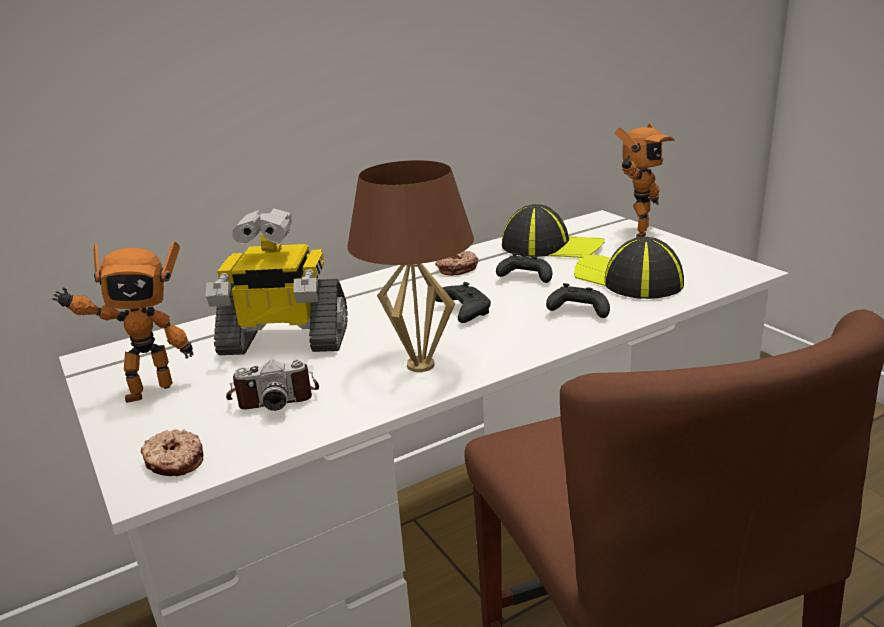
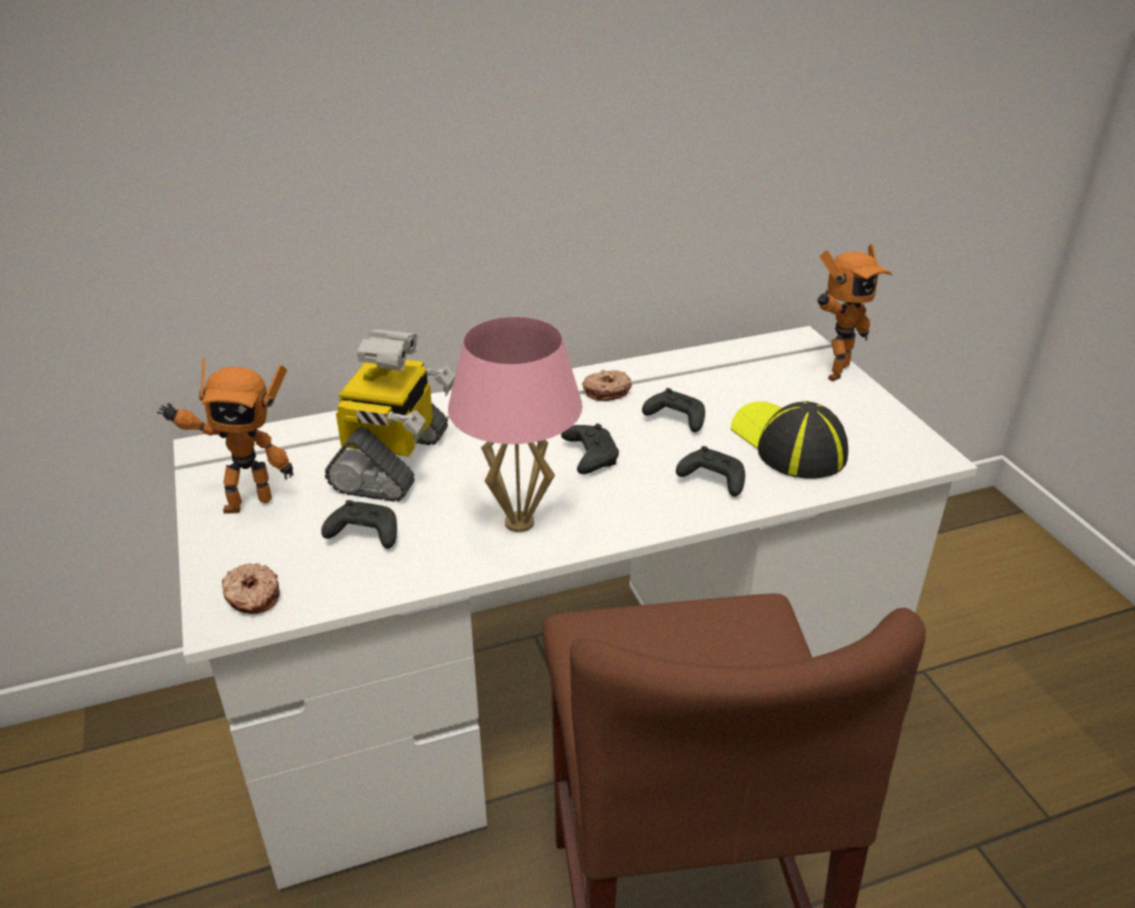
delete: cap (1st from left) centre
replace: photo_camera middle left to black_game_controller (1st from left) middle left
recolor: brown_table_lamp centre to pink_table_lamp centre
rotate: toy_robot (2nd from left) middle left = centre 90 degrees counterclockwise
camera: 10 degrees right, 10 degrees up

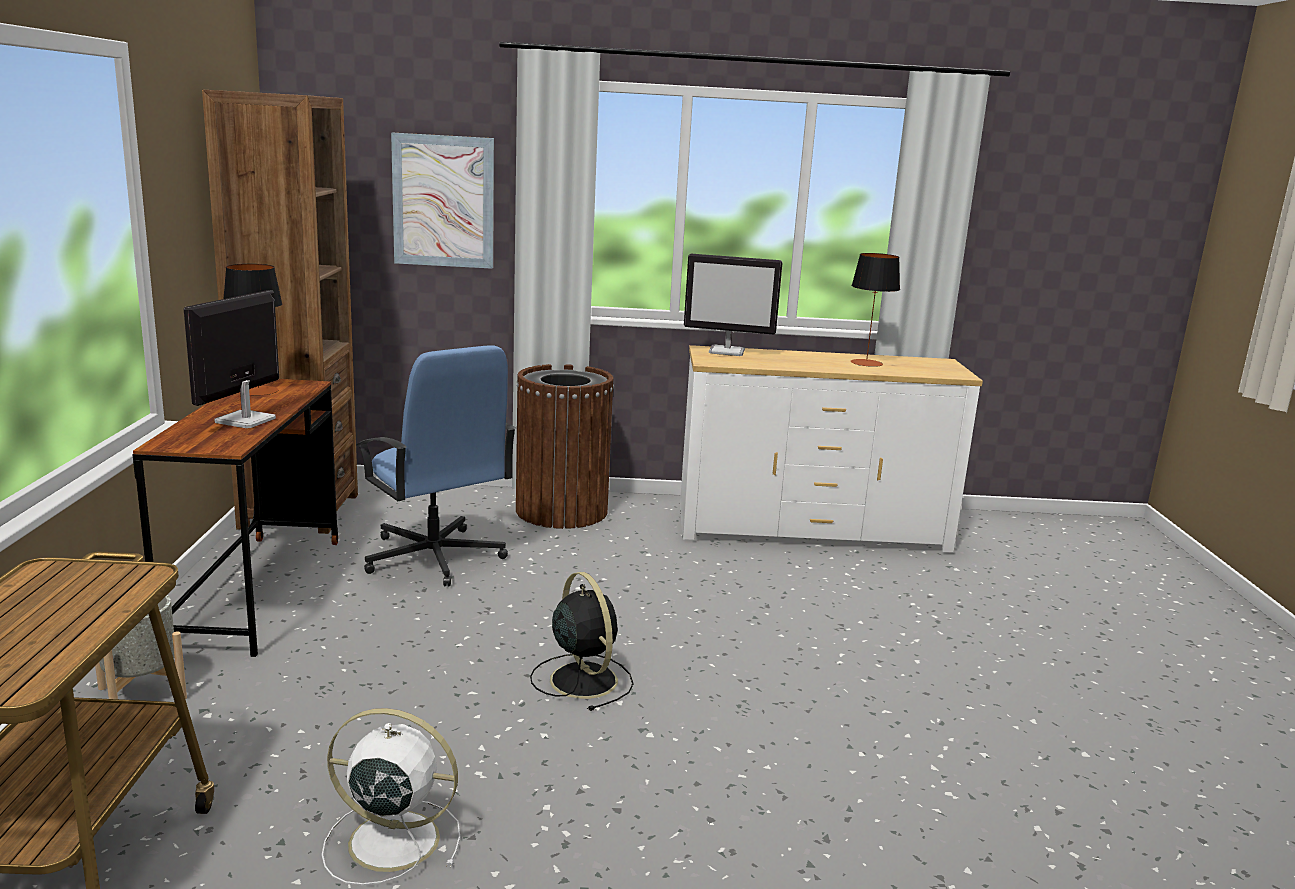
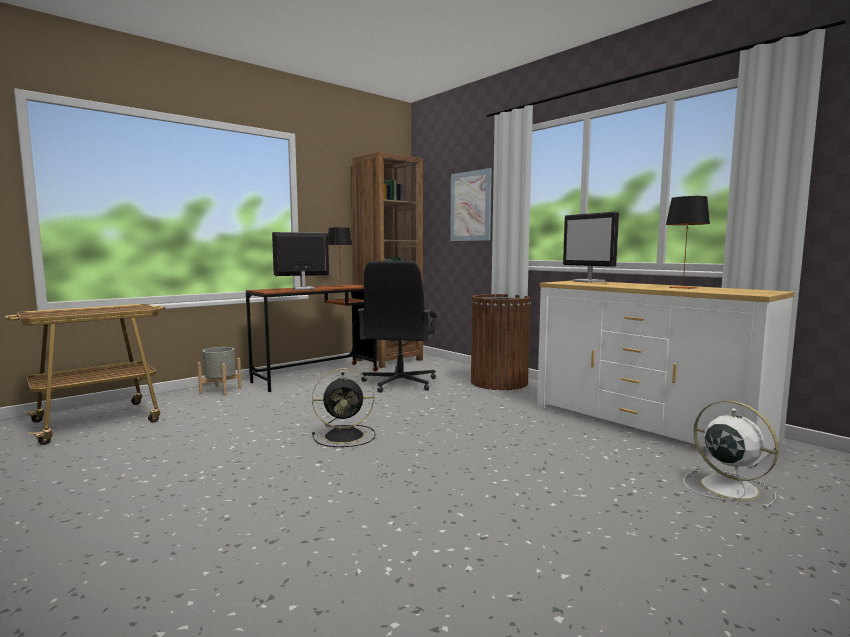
move: white_fan bottom left to bottom right
recolor: blue_office_chair centre to black_office_chair centre
rotate: black_fan bottom centre = centre 60 degrees clockwise
camera: 50 degrees right, 10 degrees down

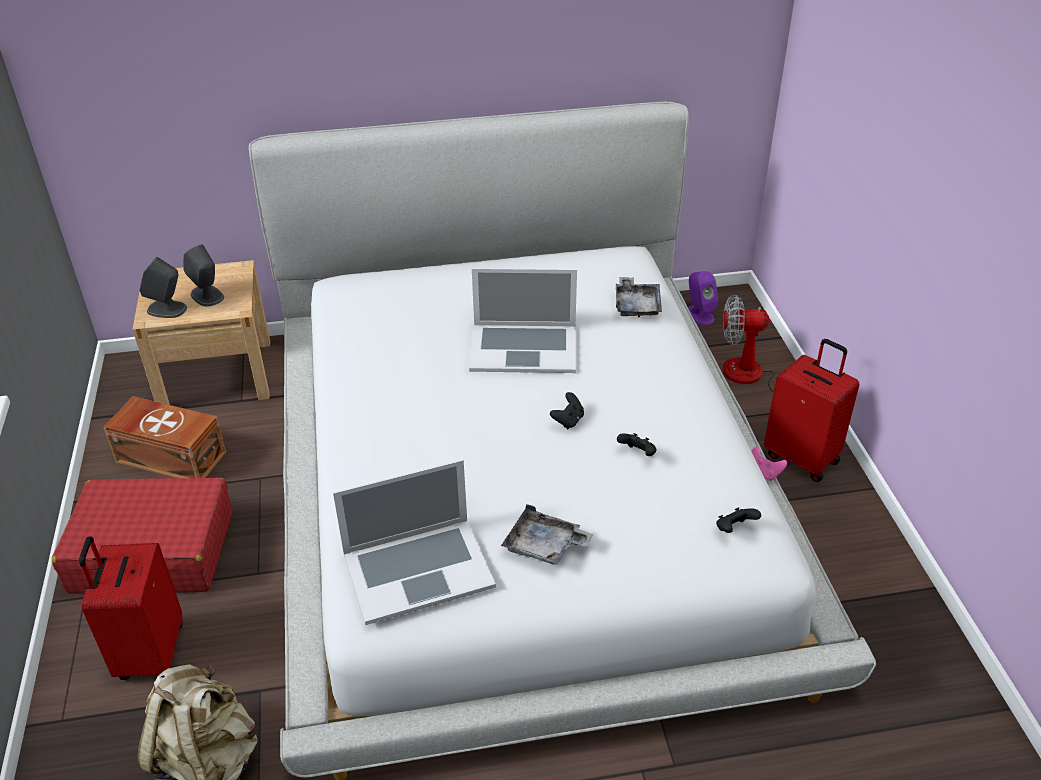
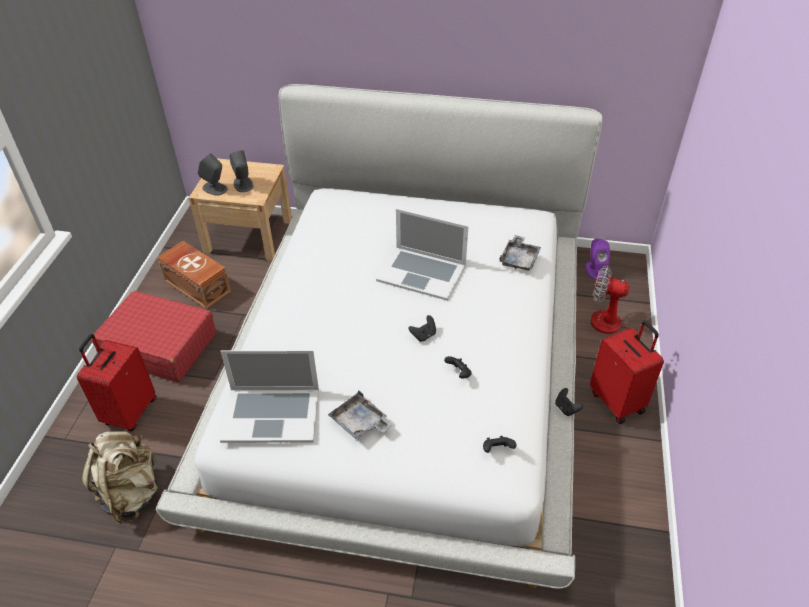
recolor: pink_game_controller middle right to black_game_controller (4th from left) middle right
camera: 20 degrees right, 5 degrees up

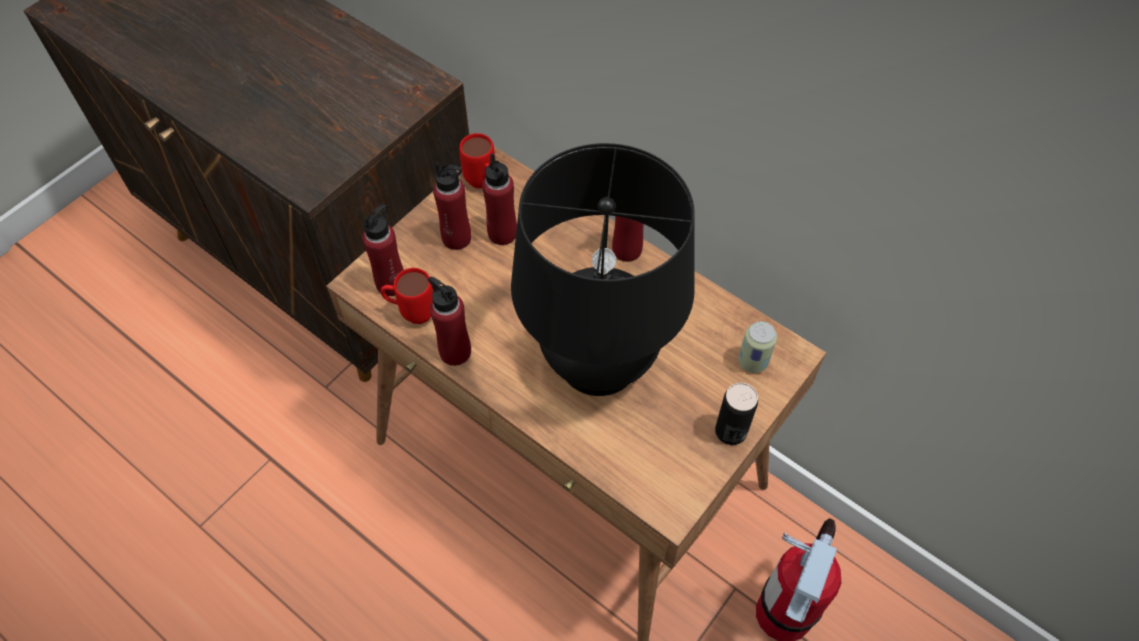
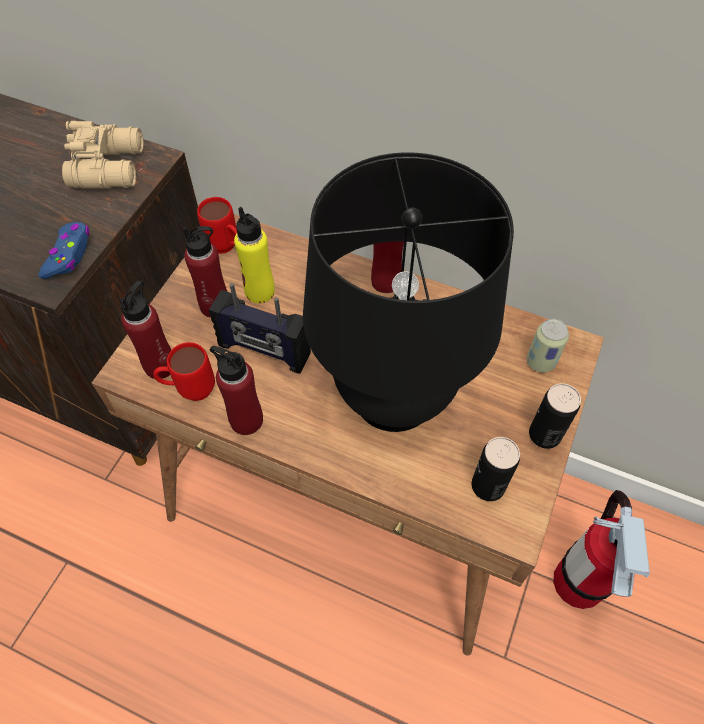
insert: beige_binoculars top left; blue_game_controller middle left; radio centre; can (1st from left) middle right
recolor: red_bottle (4th from left) top centre to yellow_bottle centre
camera: 15 degrees left, 0 degrees up

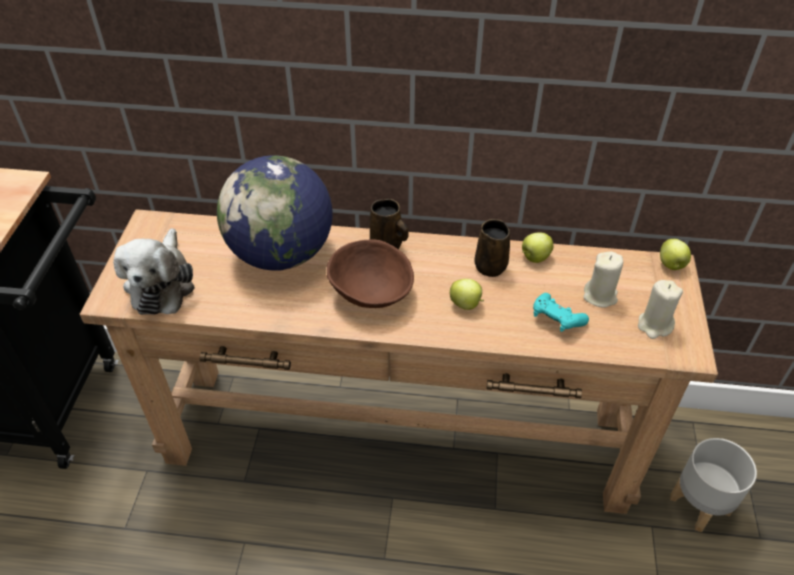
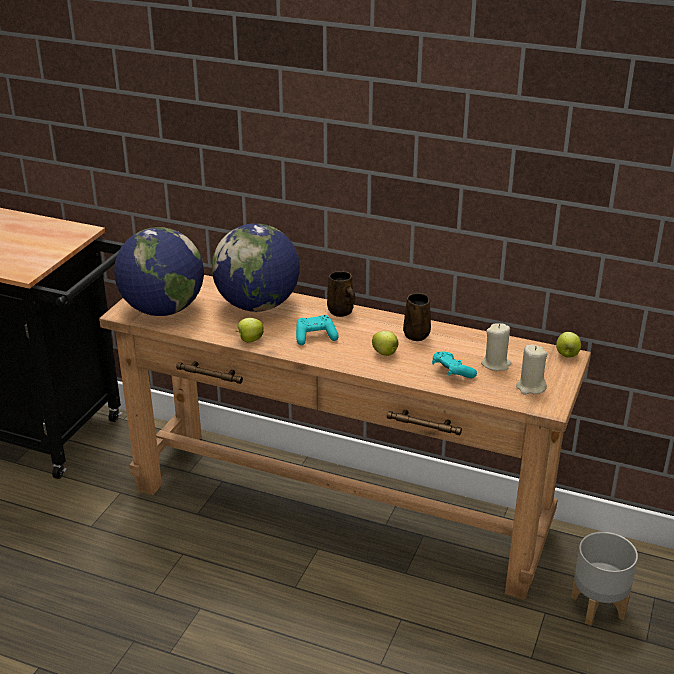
move: apple (2nd from left in the first image) middle right to apple (1st from left) centre
replace: plush_toy middle left to globe (1st from left) middle left; brown_bowl centre to turquoise_game_controller (1st from left) centre
camera: 15 degrees right, 15 degrees down

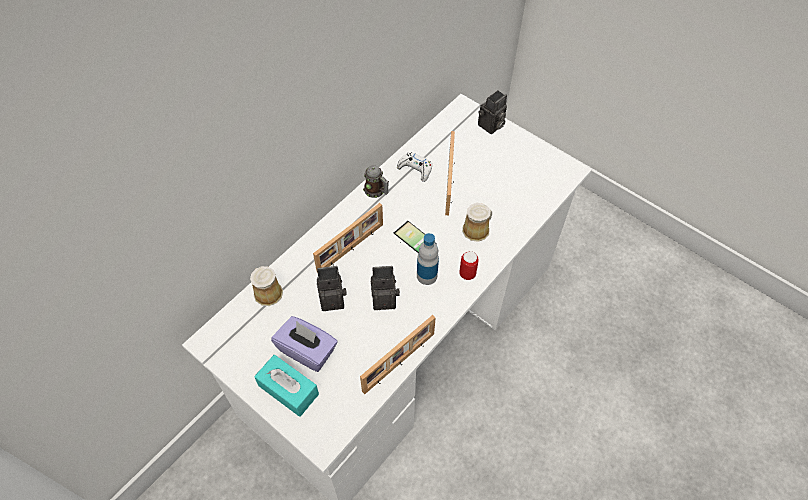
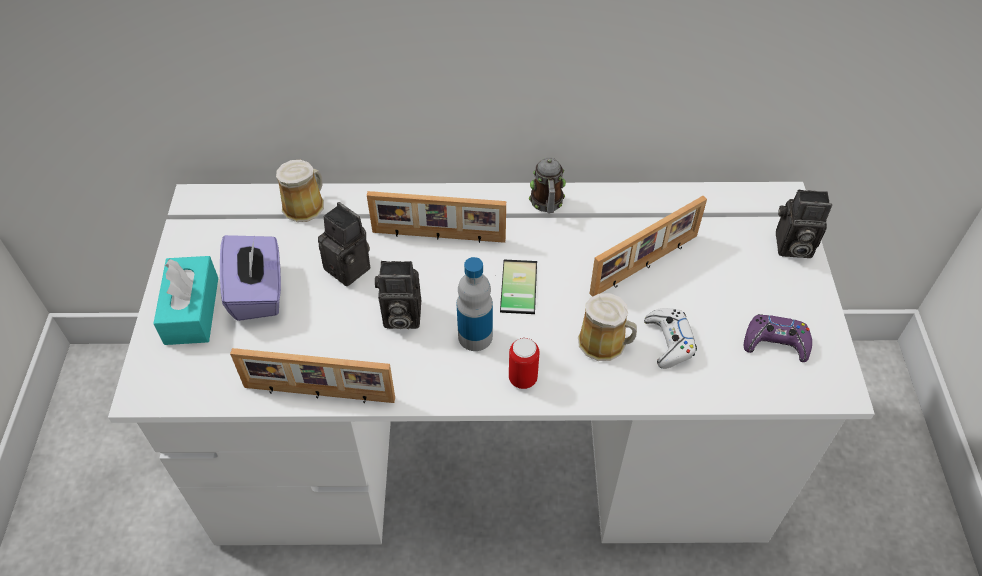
insert: purple_game_controller middle right
move: white_game_controller centre to middle right
rotate: photo_camera (2nd from left) centre = centre 135 degrees clockwise
camera: 50 degrees right, 5 degrees down

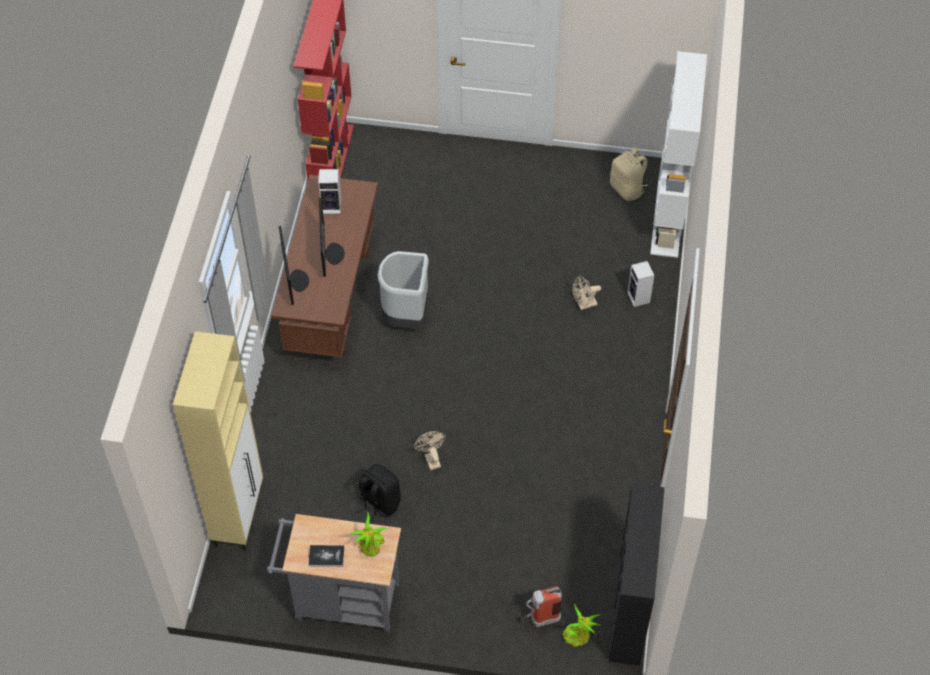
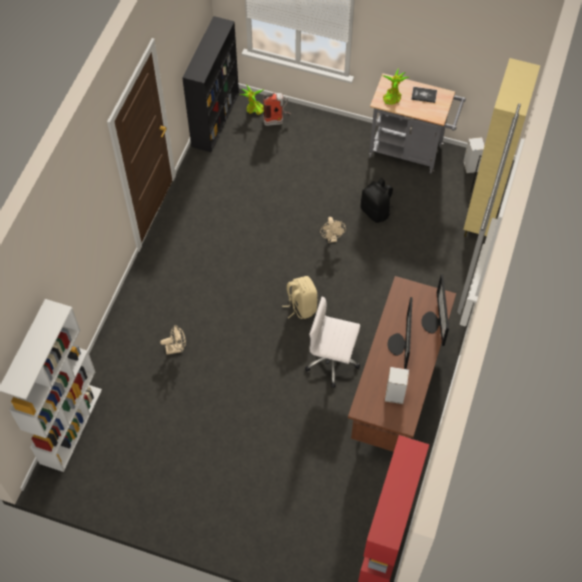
move: beige_backpack top right to centre; speaker (2nd from left) middle right to top right
replace: grey_trash_can centre to white_office_chair centre
camera: 170 degrees left, 5 degrees up

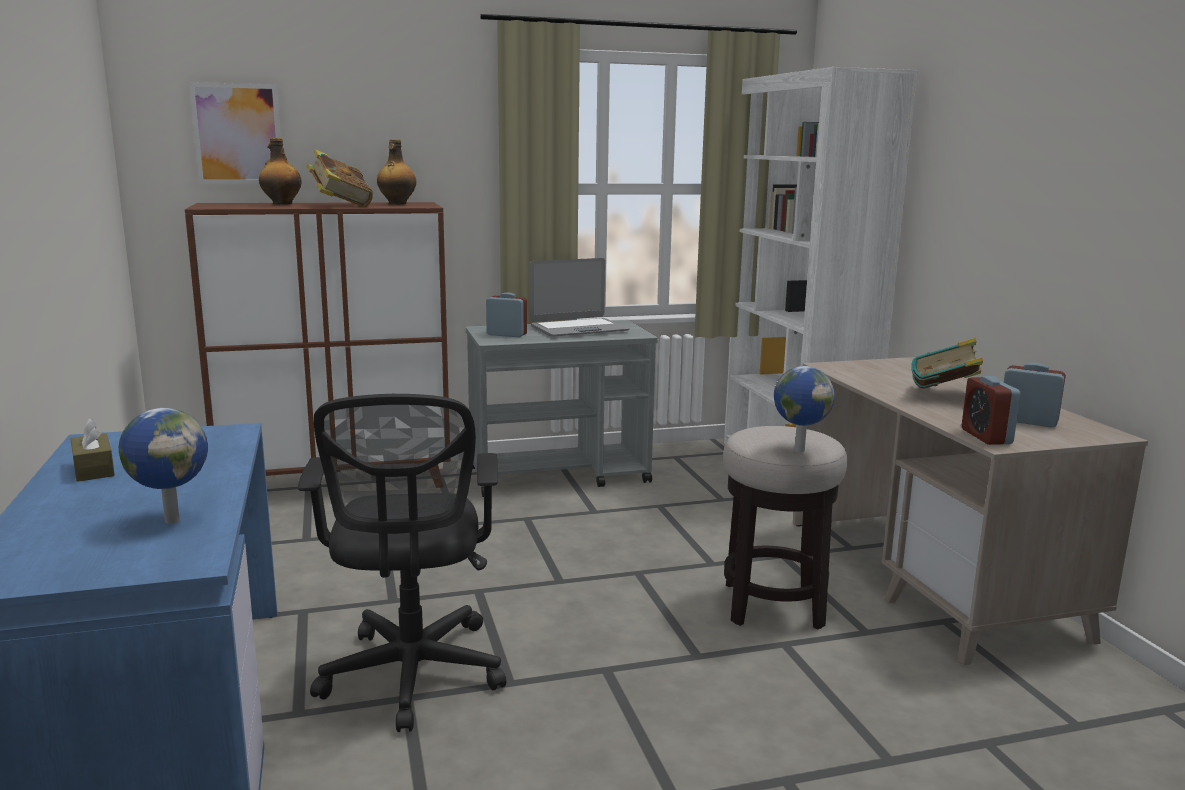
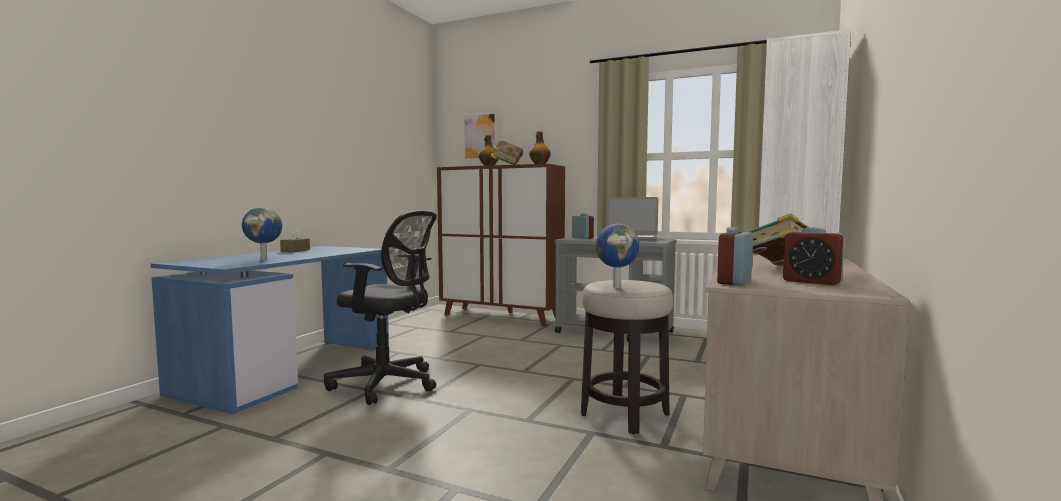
rotate: alarm_clock (3rd from left) middle right = middle right 150 degrees clockwise; black_office_chair bottom centre = centre 105 degrees counterclockwise
camera: 40 degrees right, 10 degrees down

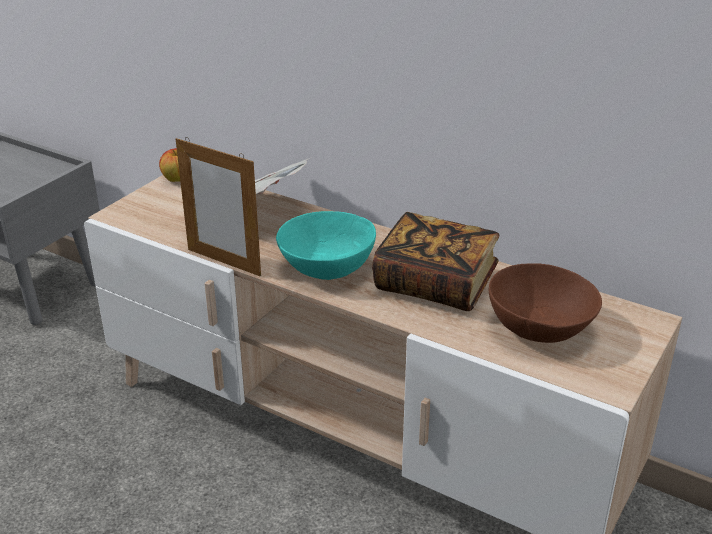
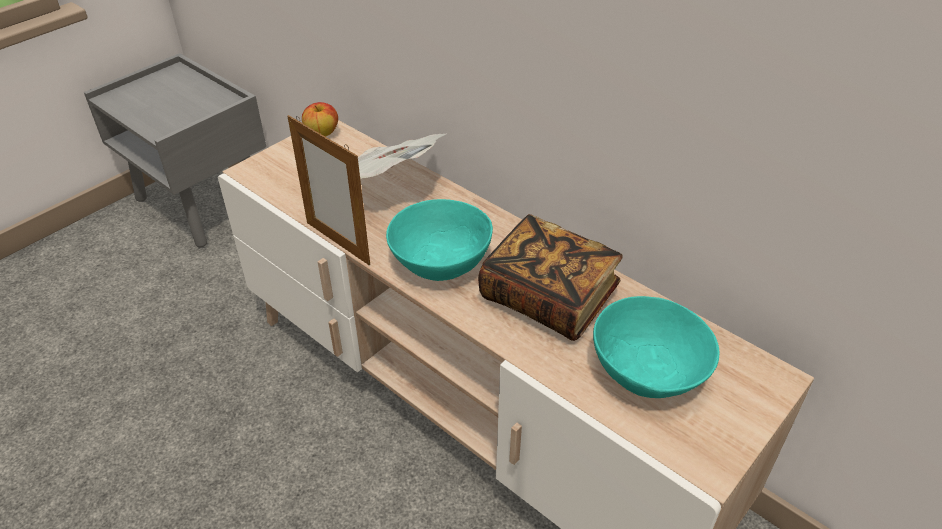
recolor: brown_bowl middle right to turquoise_bowl (2nd from left) middle right
camera: 10 degrees right, 10 degrees up

